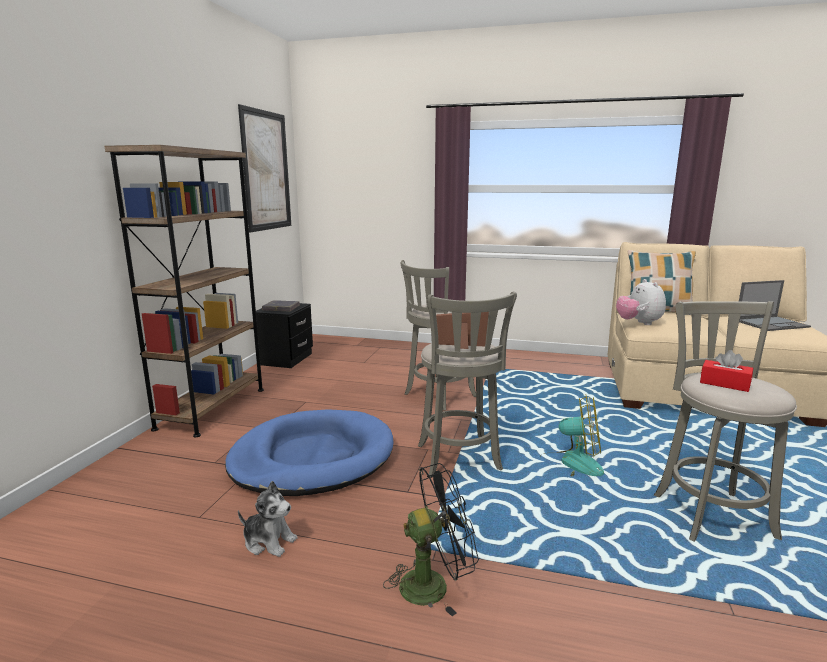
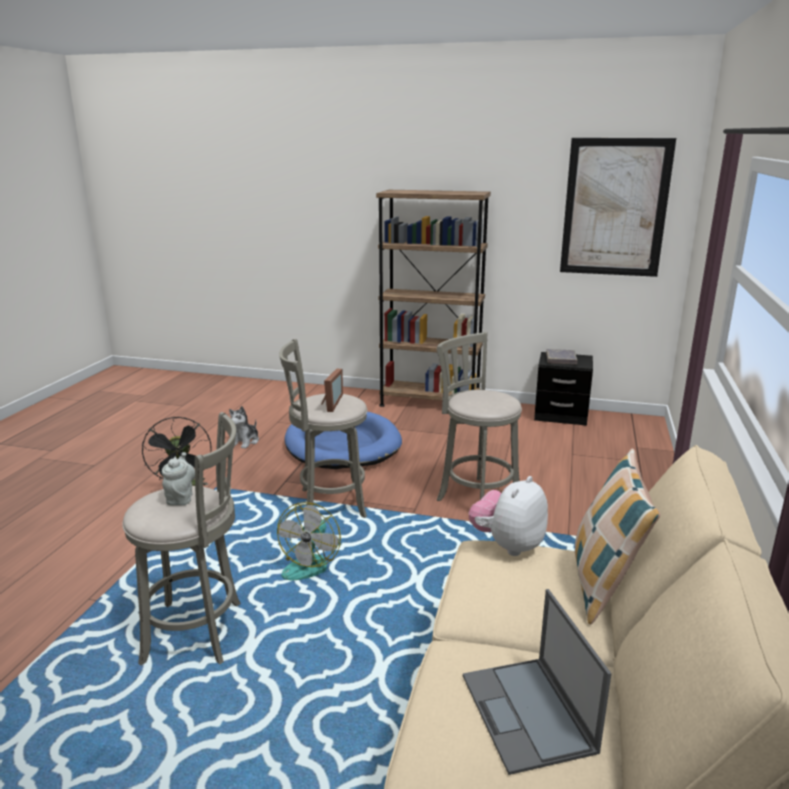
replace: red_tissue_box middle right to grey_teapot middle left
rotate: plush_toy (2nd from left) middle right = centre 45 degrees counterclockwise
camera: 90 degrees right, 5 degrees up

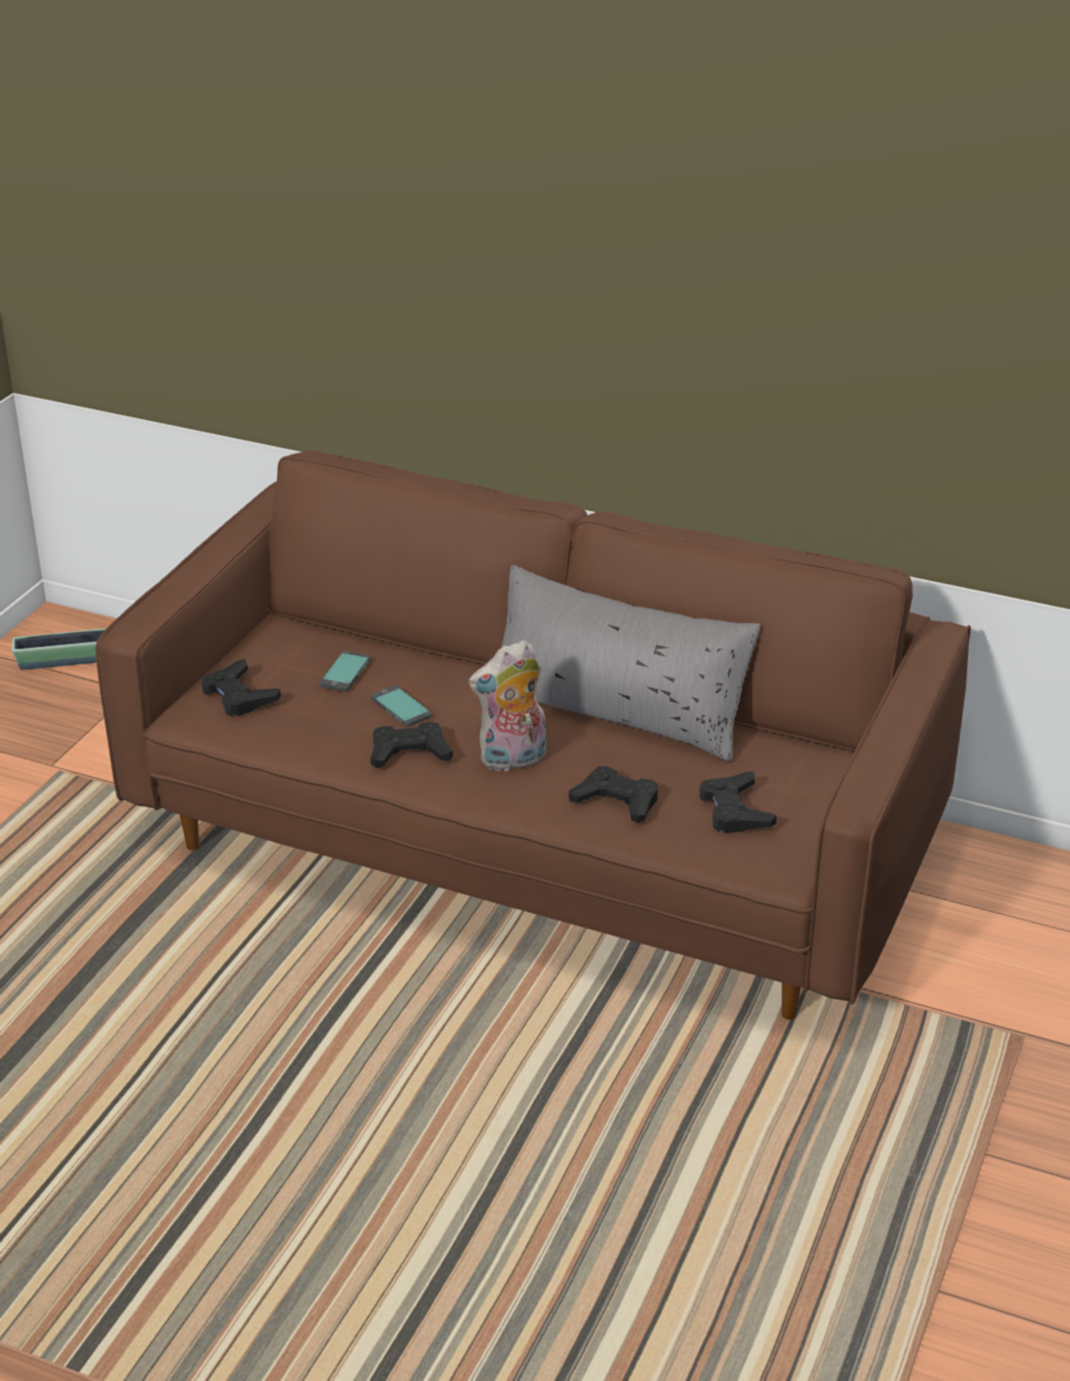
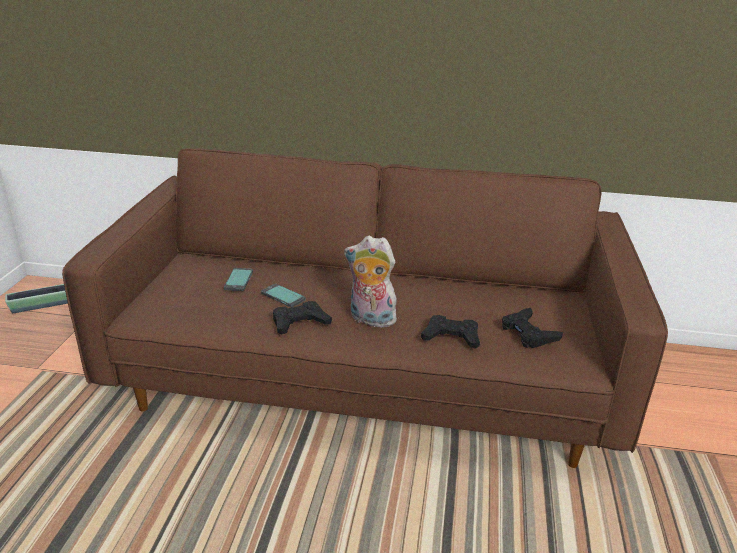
delete: grey_pillow centre; black_game_controller (1st from left) middle left
rotate: plush_toy centre = centre 60 degrees clockwise
camera: 15 degrees left, 5 degrees down

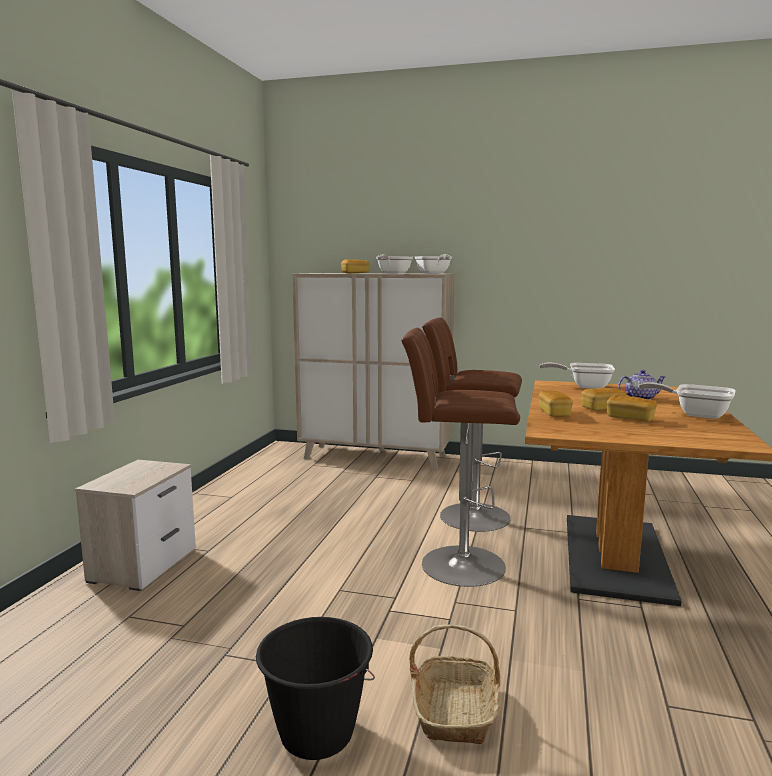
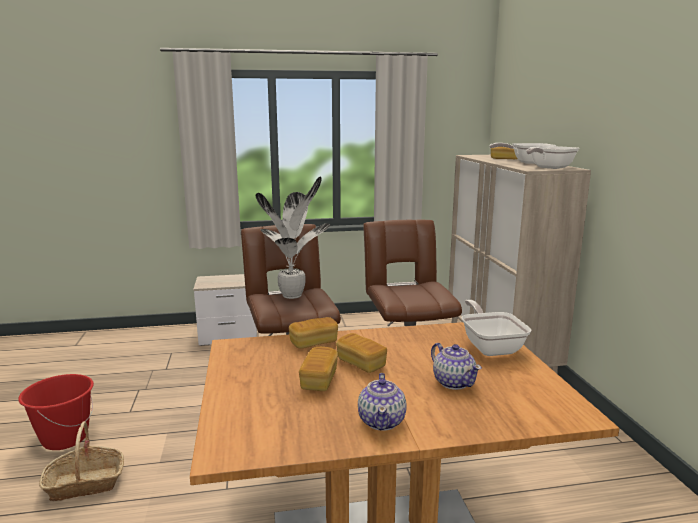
insert: potted_plant centre
replace: frying_pan (4th from left) middle right to teapot (1st from left) bottom centre
recolor: black_bucket bottom centre to red_bucket bottom left
camera: 65 degrees right, 5 degrees up

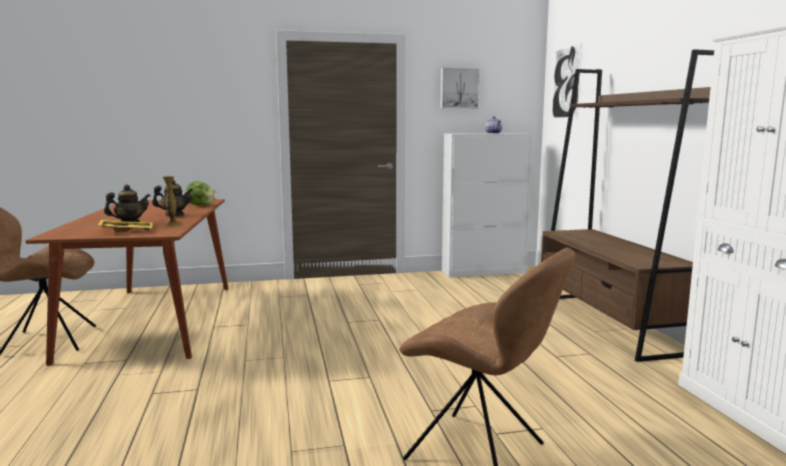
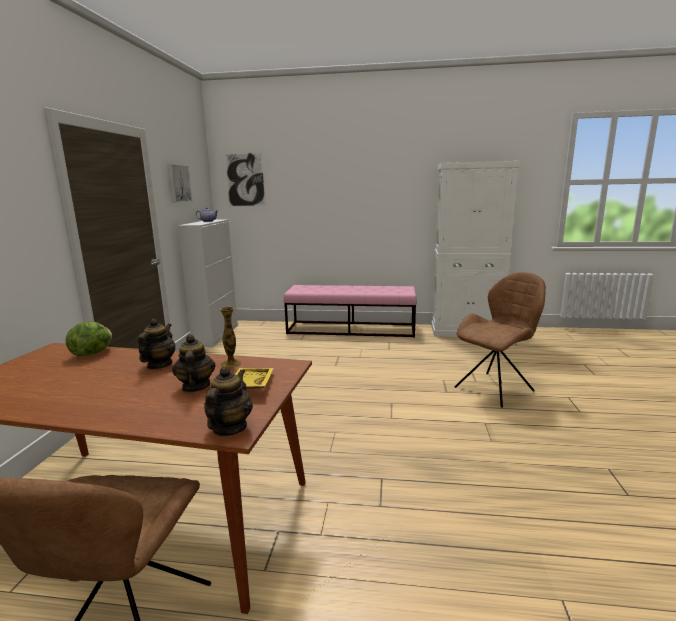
insert: teapot (4th from left) centre
replace: brown_bookcase middle right to pink_bench centre
camera: 70 degrees left, 5 degrees up

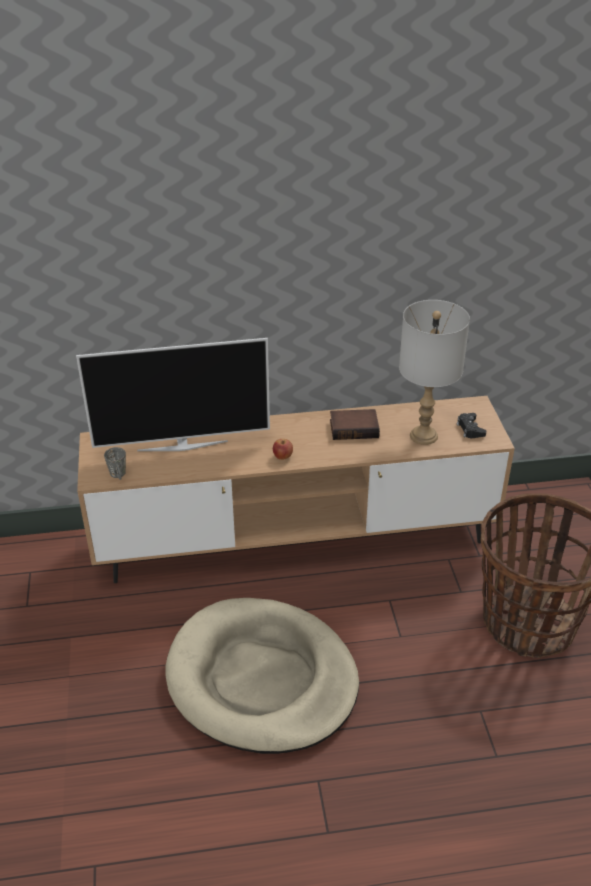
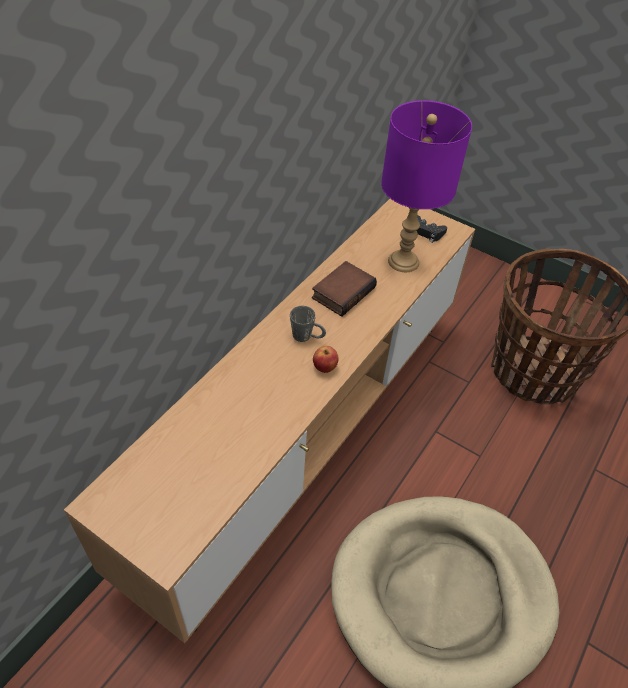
delete: television middle left
move: grey_mug middle left to centre
recolor: grey_table_lamp middle right to purple_table_lamp top right
camera: 50 degrees left, 10 degrees up

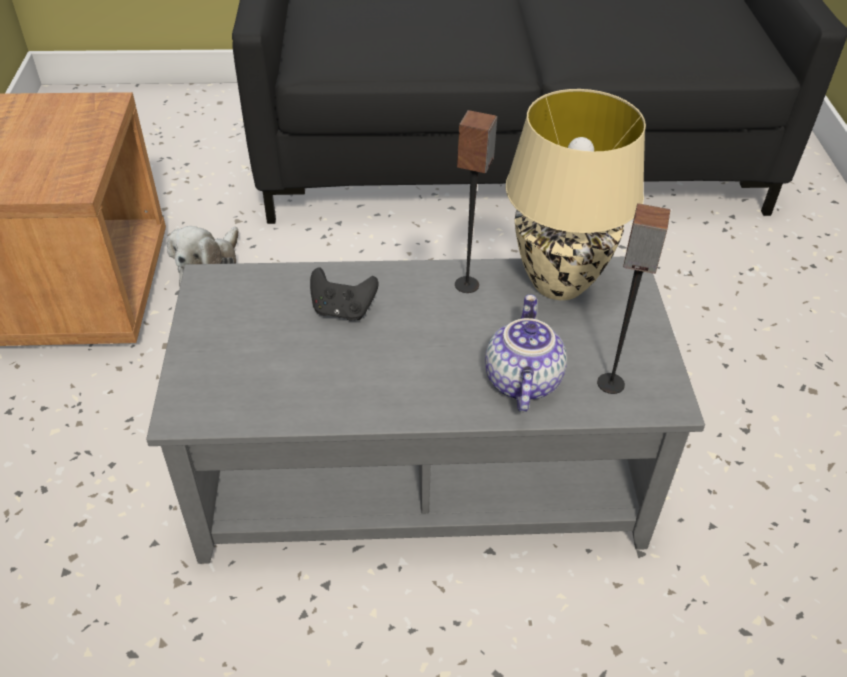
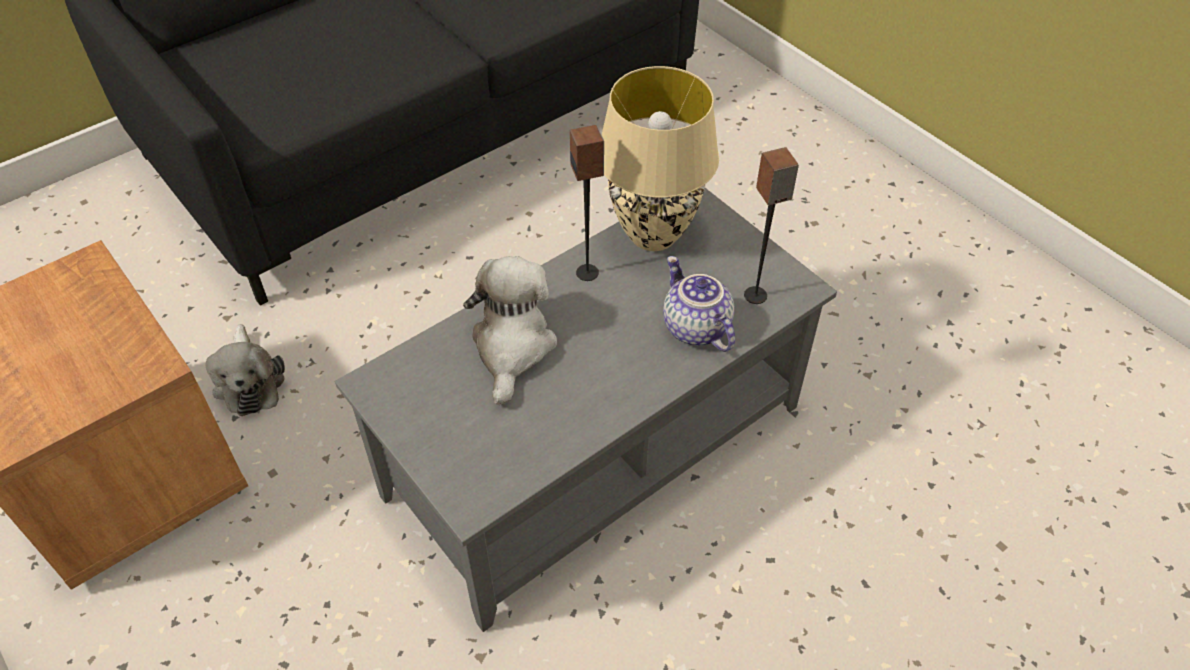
replace: black_game_controller centre to plush_toy (2nd from left) centre
camera: 35 degrees left, 5 degrees up

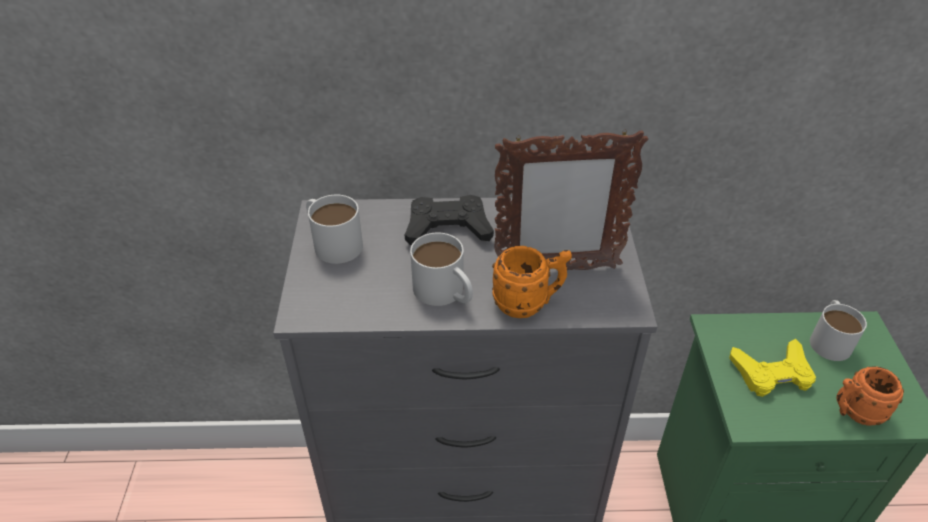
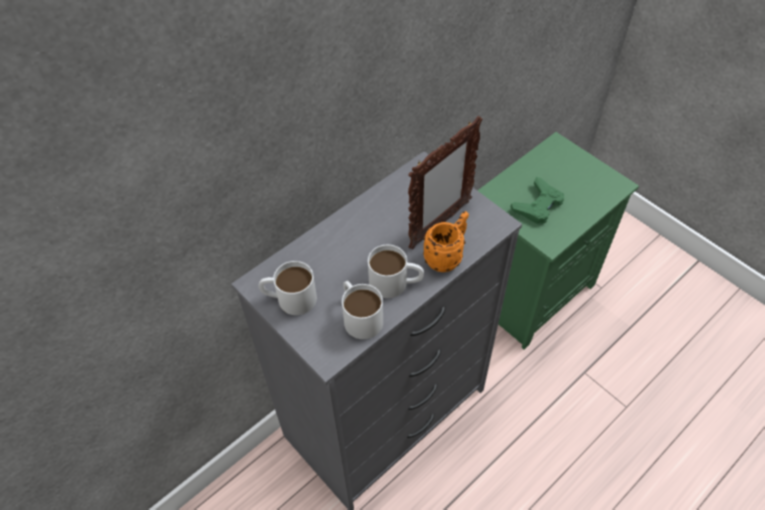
delete: black_game_controller centre; orange_mug (2nd from left) bottom right
move: white_mug (3rd from left in the first image) middle right to white_mug (2nd from left) centre
recolor: yellow_game_controller bottom right to green_game_controller middle right
camera: 40 degrees left, 10 degrees up

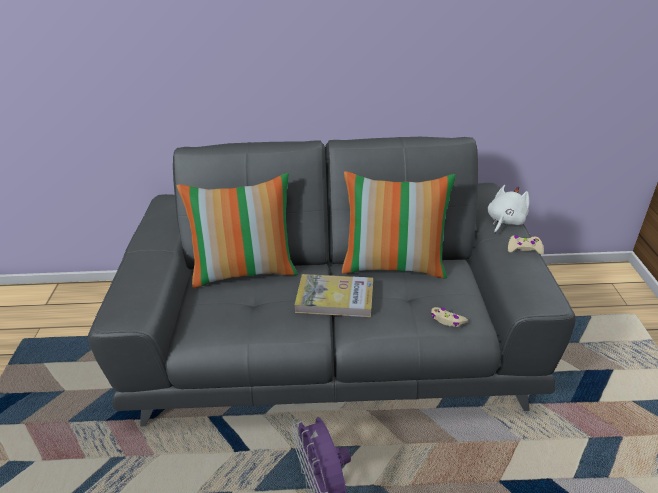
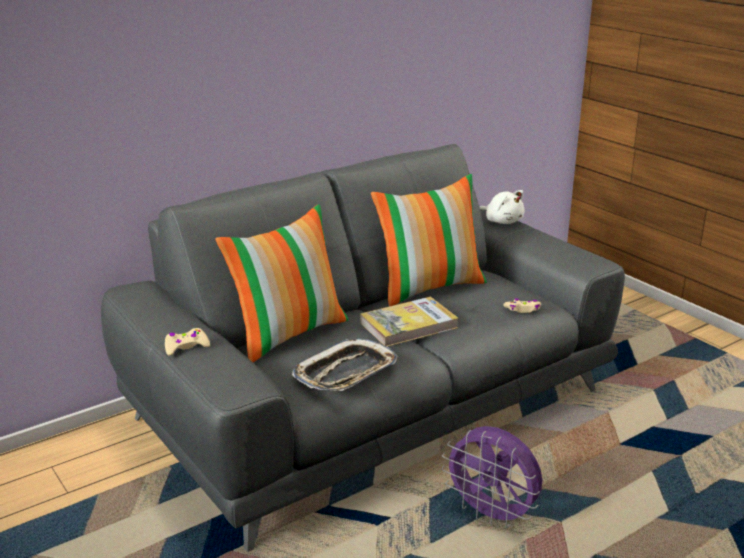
insert: tray centre
move: beige_game_controller (2nd from left in the first image) middle right to beige_game_controller (1st from left) middle left
rotate: white_plush_toy middle right = middle right 135 degrees clockwise
camera: 35 degrees left, 10 degrees down

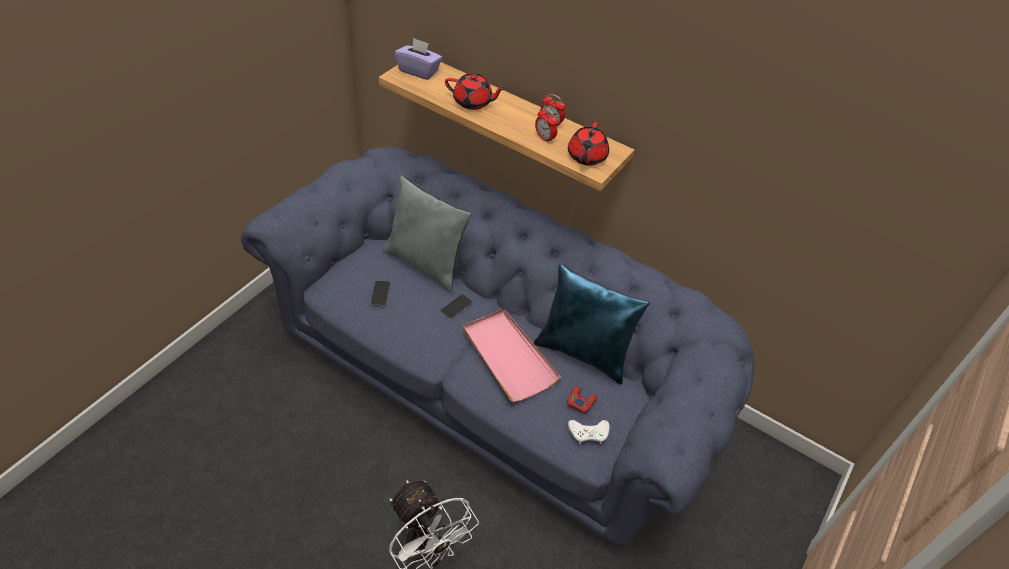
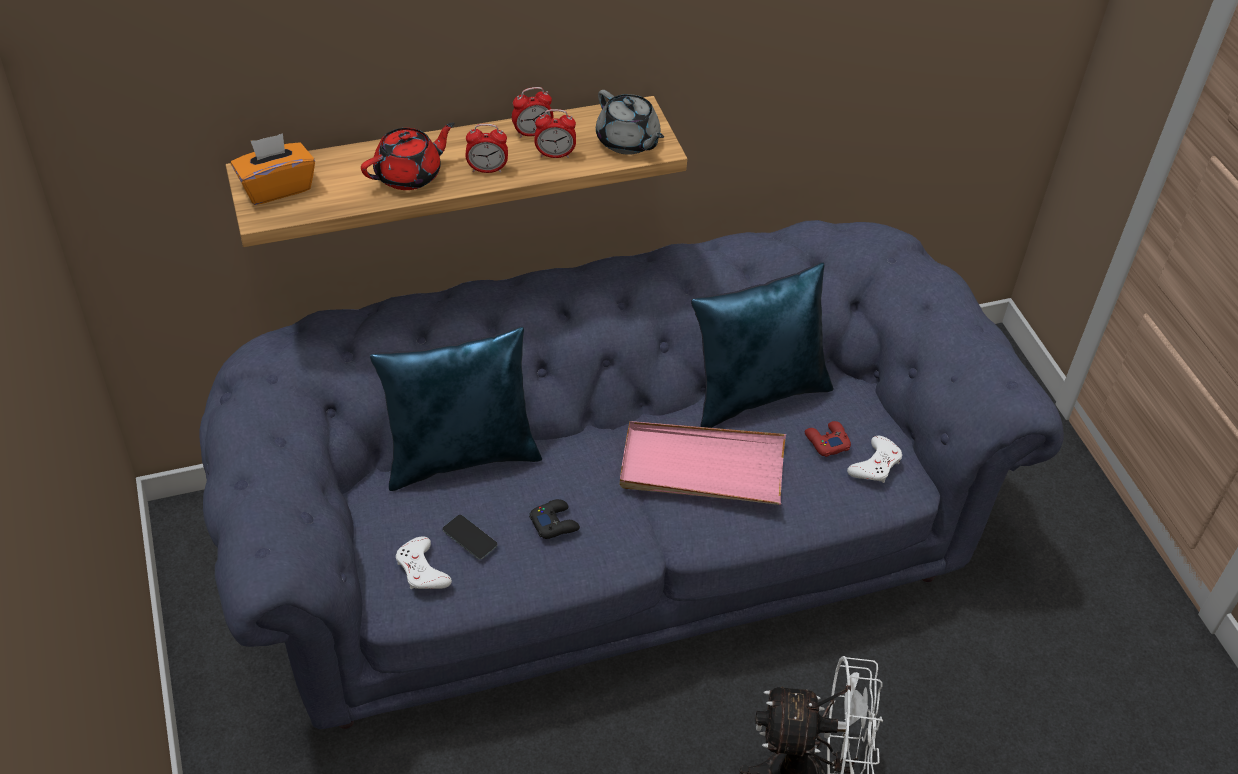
delete: phone (2nd from left) centre
insert: alarm_clock (1st from left) top centre; black_game_controller bottom centre; white_game_controller (1st from left) bottom centre
recolor: purple_tissue_box top centre to orange_tissue_box top left; red_teapot (2nd from left) top centre to grey_teapot top centre; grey_pillow centre to blue_pillow (1st from left) centre
camera: 50 degrees left, 0 degrees up

